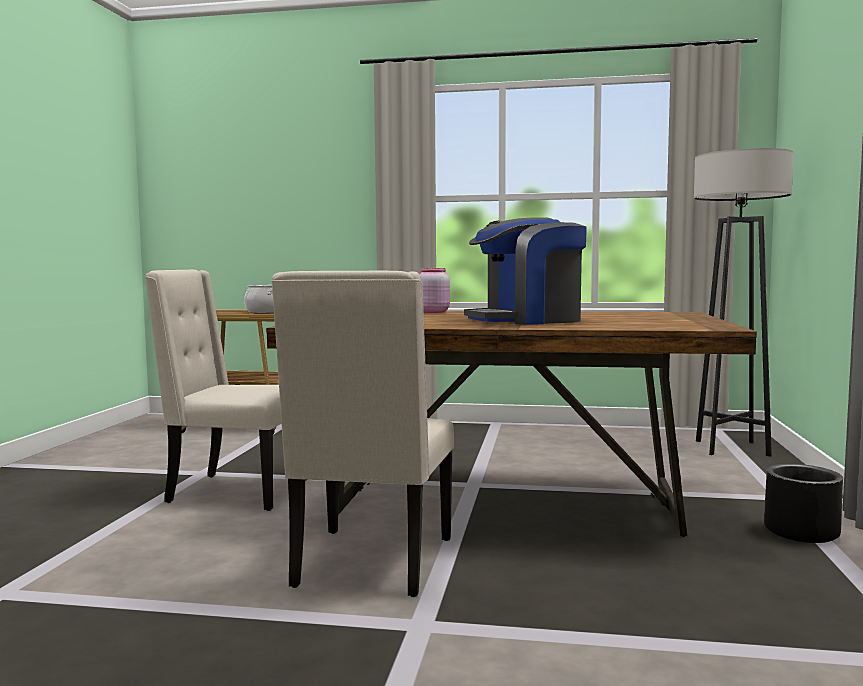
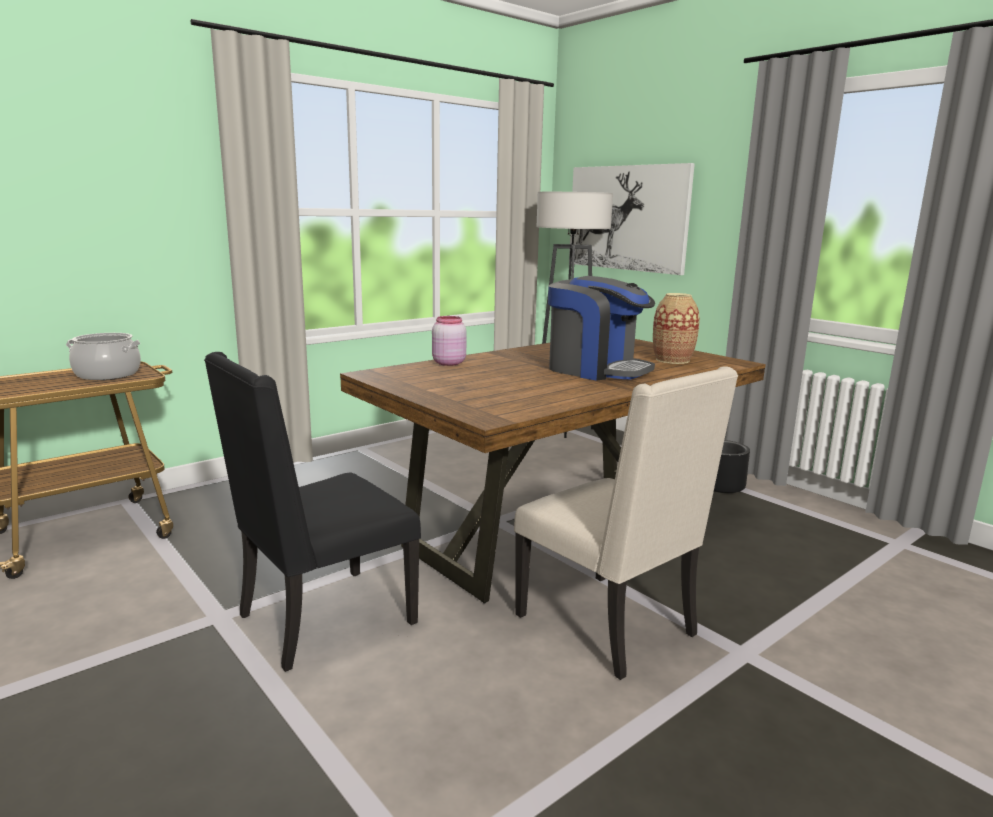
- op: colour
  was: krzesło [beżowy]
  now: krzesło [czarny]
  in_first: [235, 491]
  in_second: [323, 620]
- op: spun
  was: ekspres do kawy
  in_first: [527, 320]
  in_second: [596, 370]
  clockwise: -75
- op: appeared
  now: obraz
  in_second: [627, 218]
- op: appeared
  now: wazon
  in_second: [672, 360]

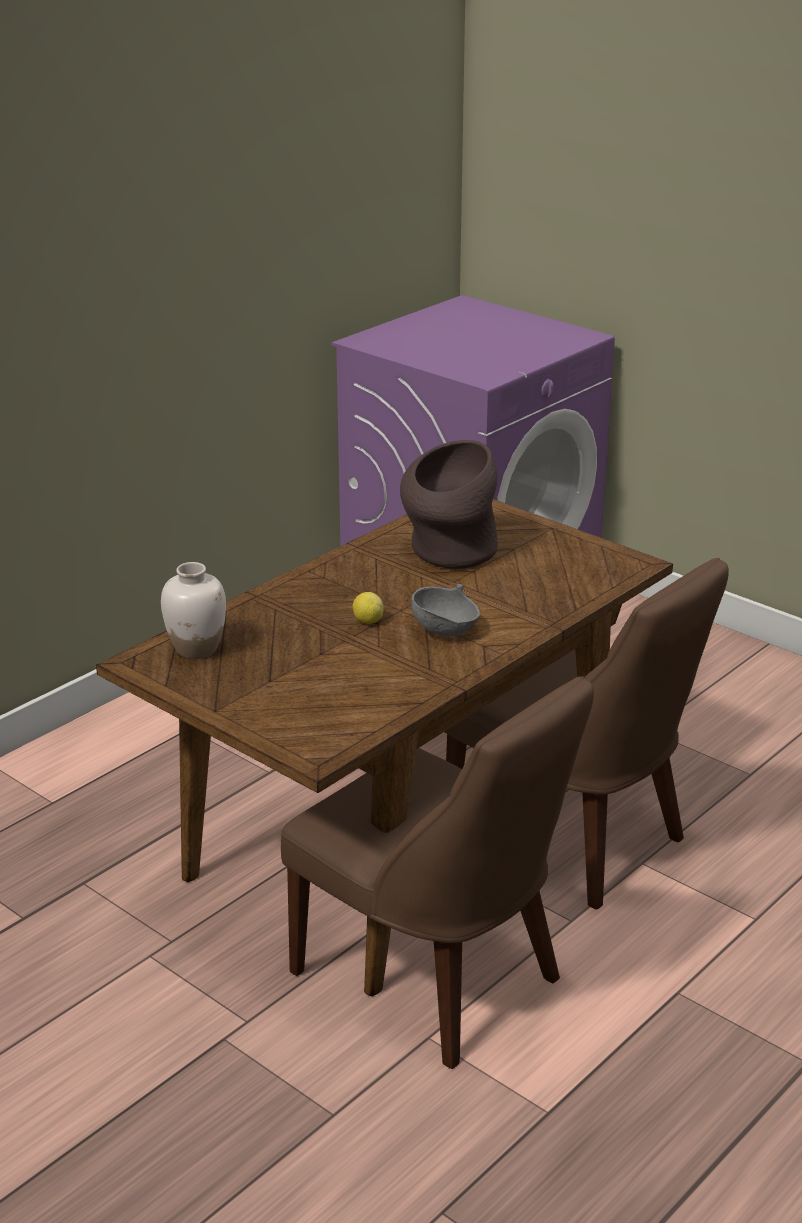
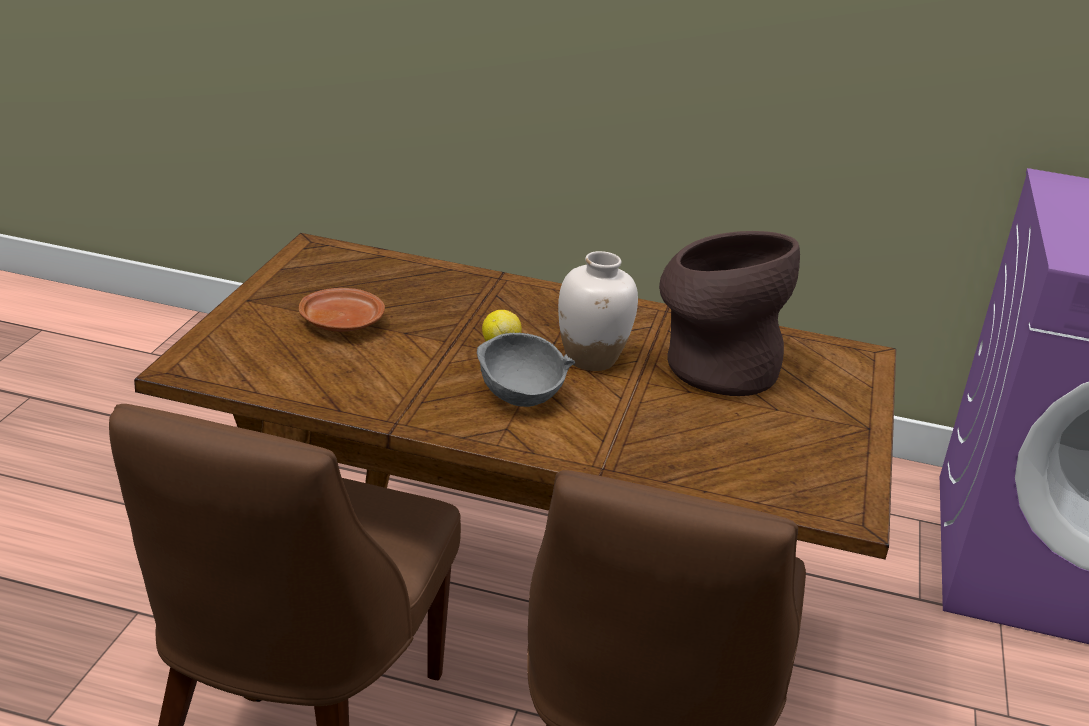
- op: relocated
  was: wazon [biały]
  in_first: [197, 649]
  in_second: [591, 359]
- op: appeared
  now: talerz [brązowy]
  in_second: [341, 323]

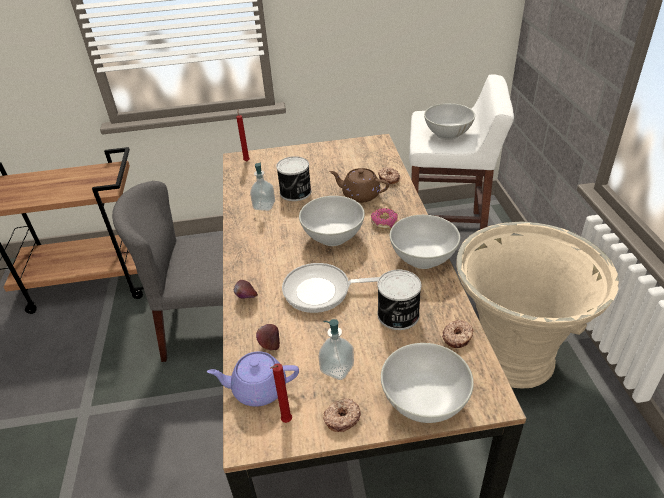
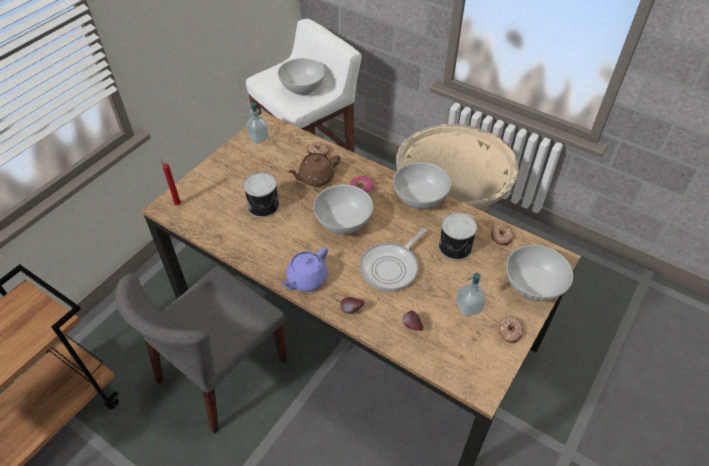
- op: relocated
  was: imbryk [fioletowy]
  in_first: [258, 389]
  in_second: [306, 279]
- op: relocated
  was: dozownik mydła
  in_first: [264, 206]
  in_second: [258, 137]
- op: missing
  was: świeca [czerwony]
  in_first: [285, 422]

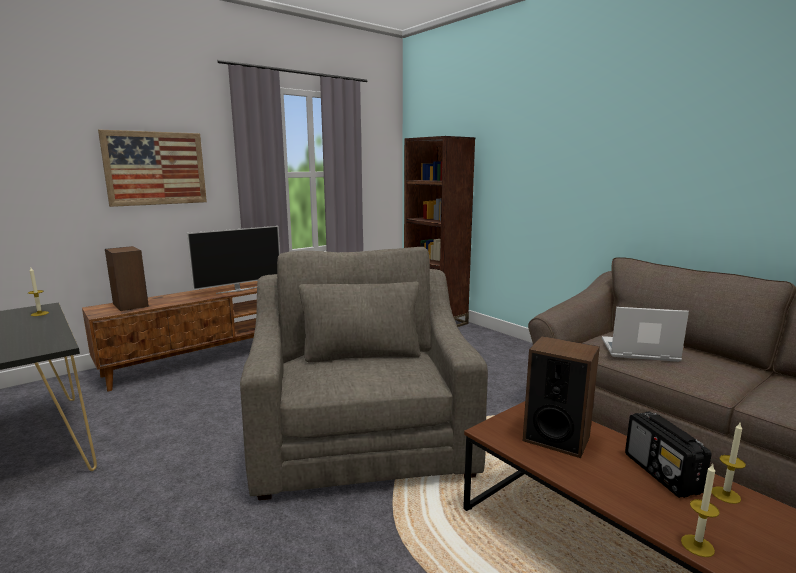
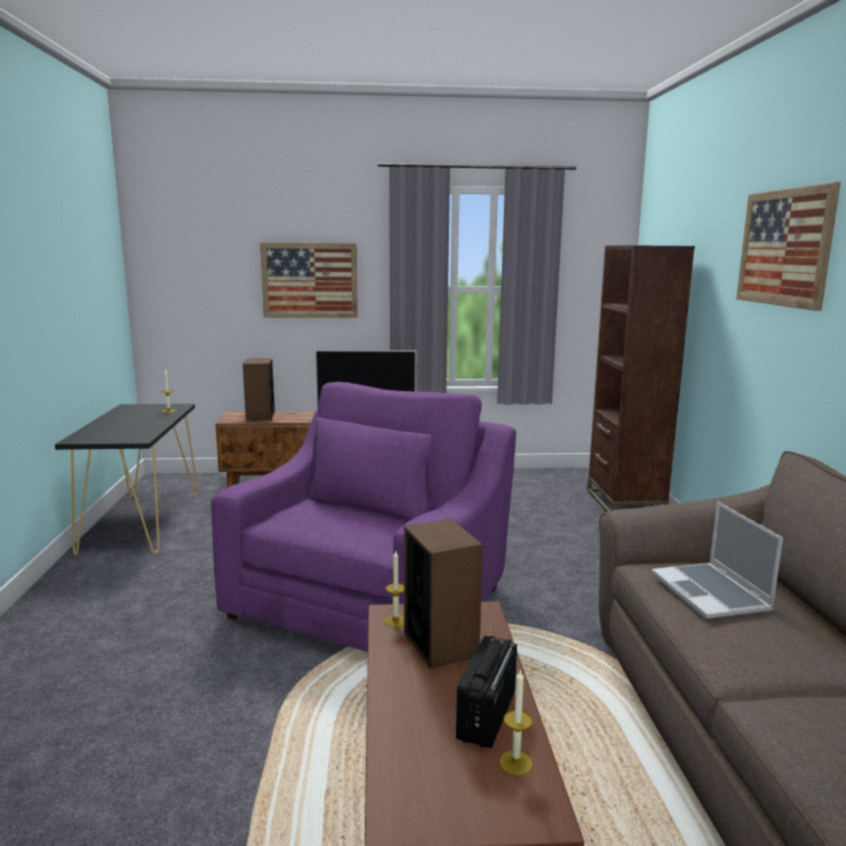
- op: colour
  was: fotel [szary]
  now: fotel [fioletowy]
  in_first: [362, 436]
  in_second: [371, 599]
- op: spun
  was: laptop
  in_first: [638, 351]
  in_second: [711, 593]
  clockwise: -150
- op: relocated
  was: świeca
  in_first: [697, 545]
  in_second: [395, 621]
- op: appeared
  now: obraz
  in_second: [784, 247]

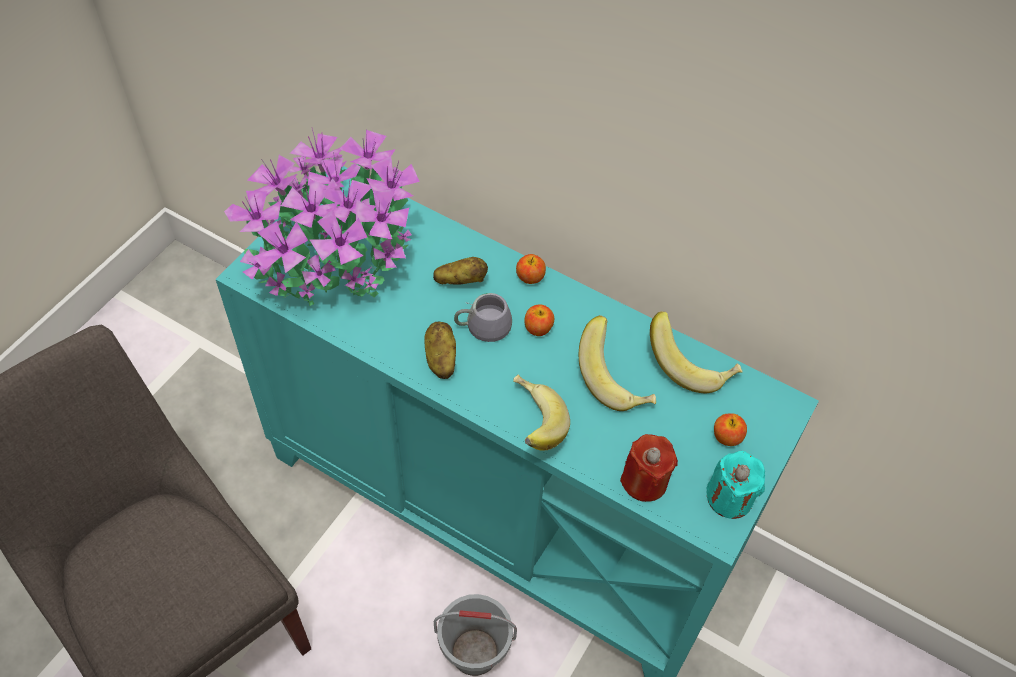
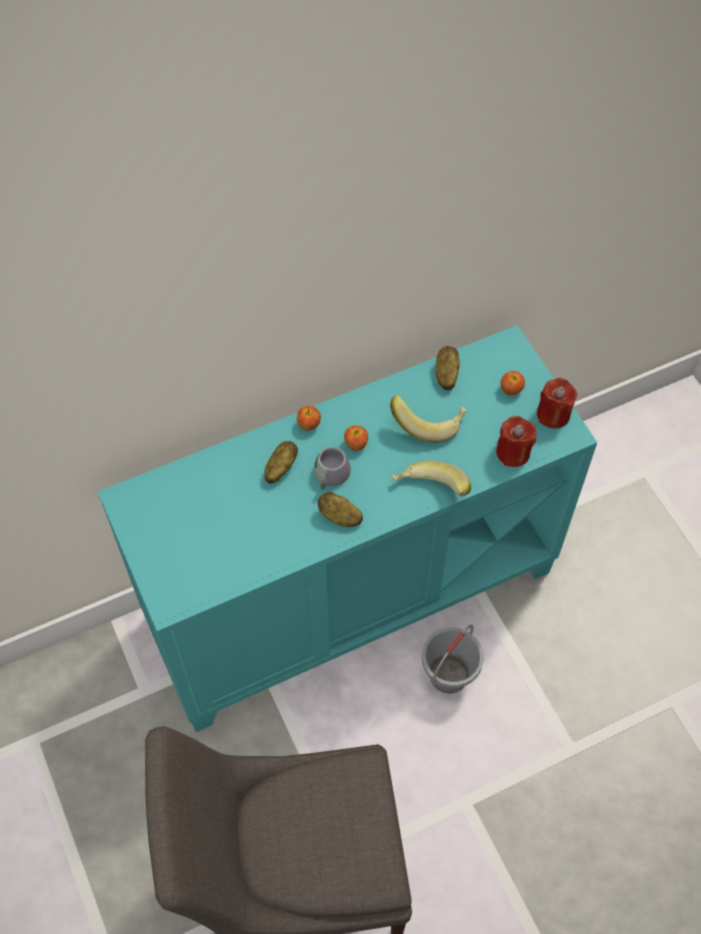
- op: missing
  was: roślina doniczkowa
  in_first: [335, 256]
- op: exchanged
  was: banan
  now: ziemniak
  in_first: [691, 365]
  in_second: [446, 374]
- op: colour
  was: świeca [turkusowy]
  now: świeca [czerwony]
  in_first: [729, 498]
  in_second: [553, 414]

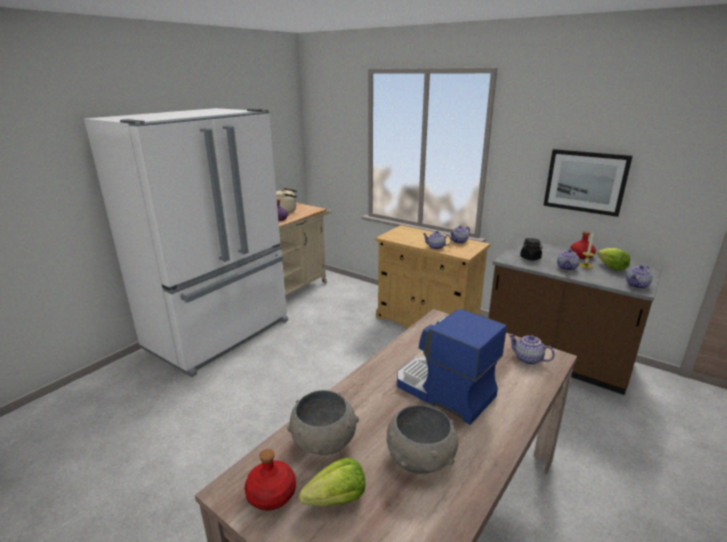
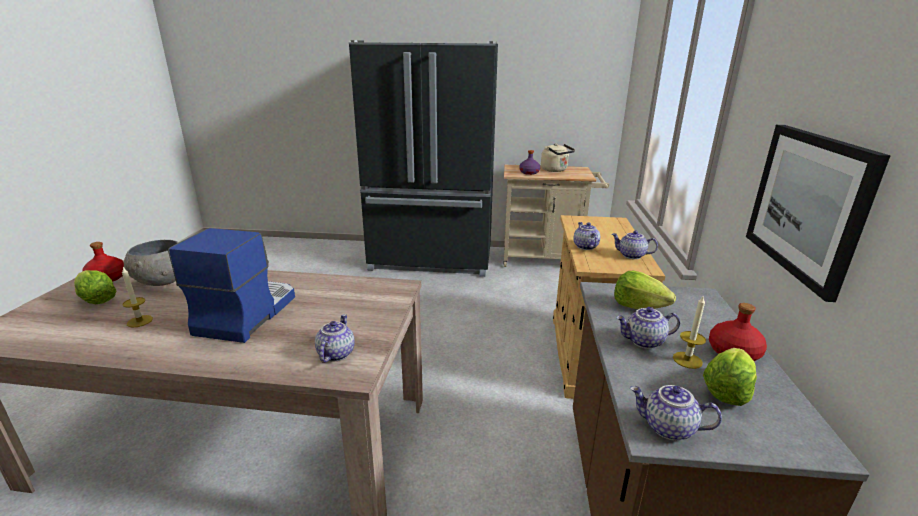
- op: colour
  was: lodówka [biały]
  now: lodówka [czarny]
  in_first: [221, 335]
  in_second: [432, 259]
- op: exchanged
  was: miska [szary]
  now: świeca
  in_first: [420, 459]
  in_second: [139, 321]
- op: exchanged
  was: słoik [czarny]
  now: sałata
  in_first: [530, 258]
  in_second: [638, 306]

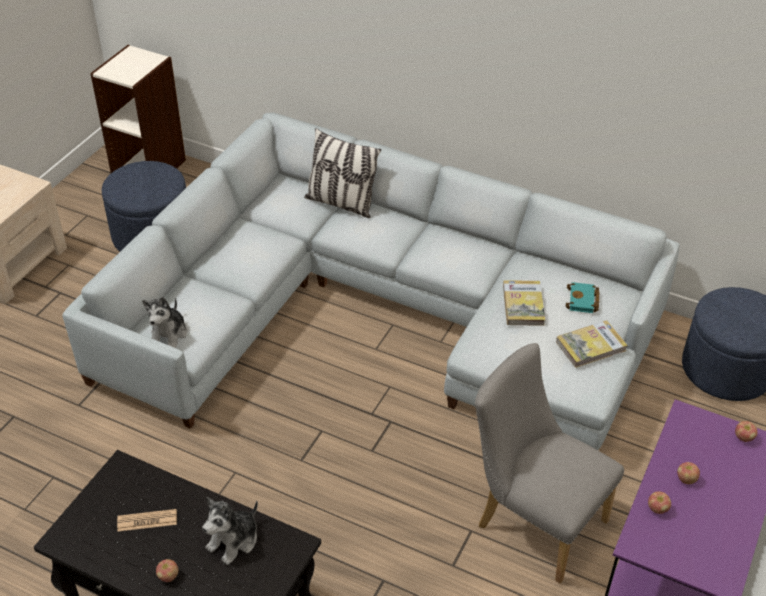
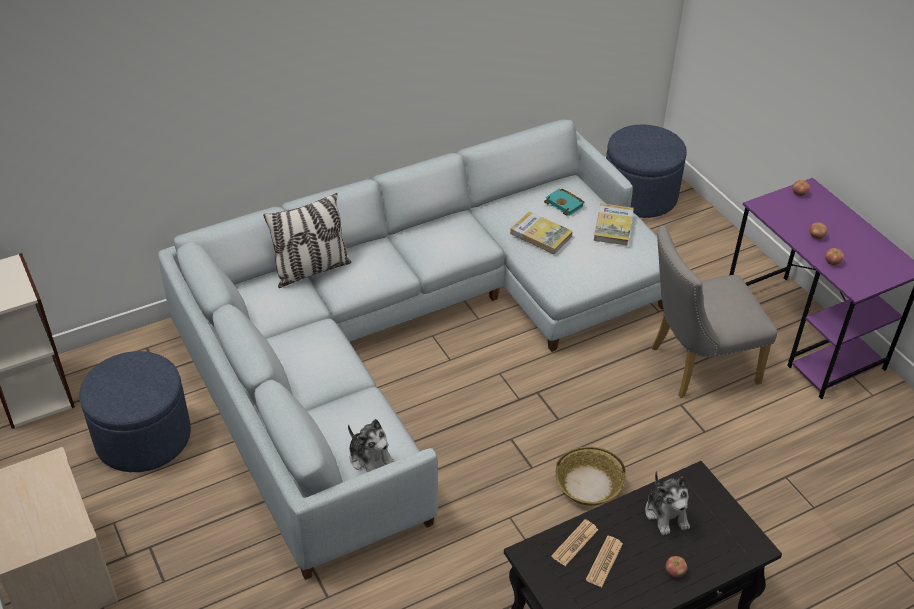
- op: appeared
  now: gazeta
  in_second: [575, 543]
- op: appeared
  now: koszyk
  in_second: [588, 484]

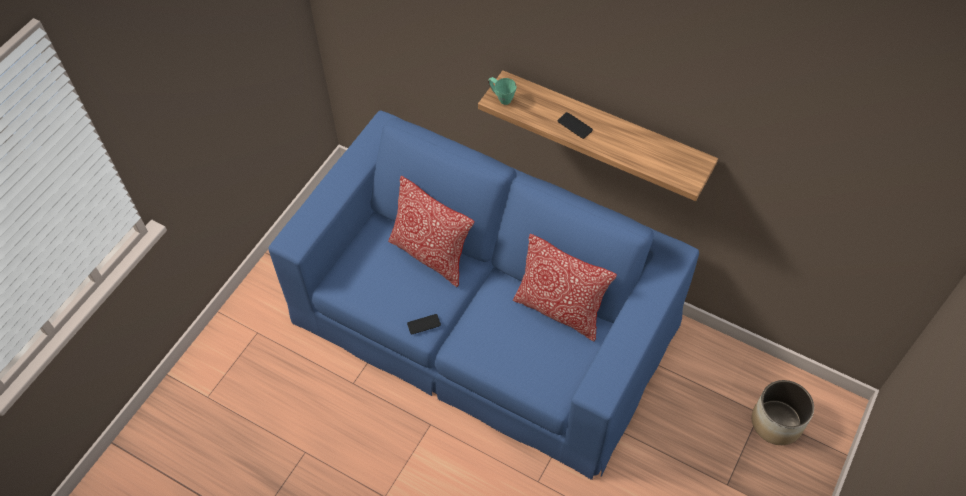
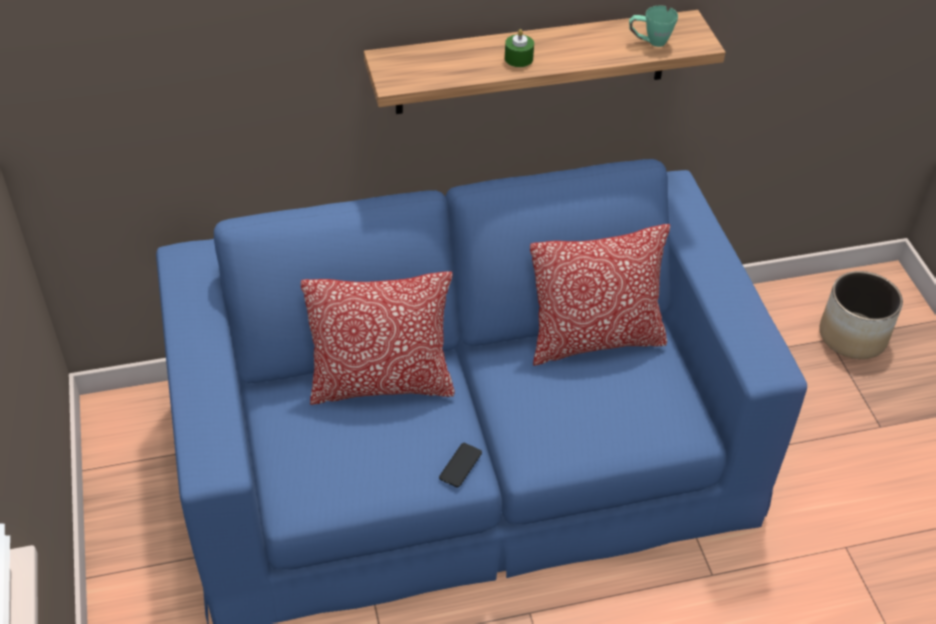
- op: relocated
  was: kubek [zielony]
  in_first: [501, 98]
  in_second: [649, 42]
- op: exchanged
  was: telefon
  now: świeca [zielony]
  in_first: [575, 126]
  in_second: [518, 58]

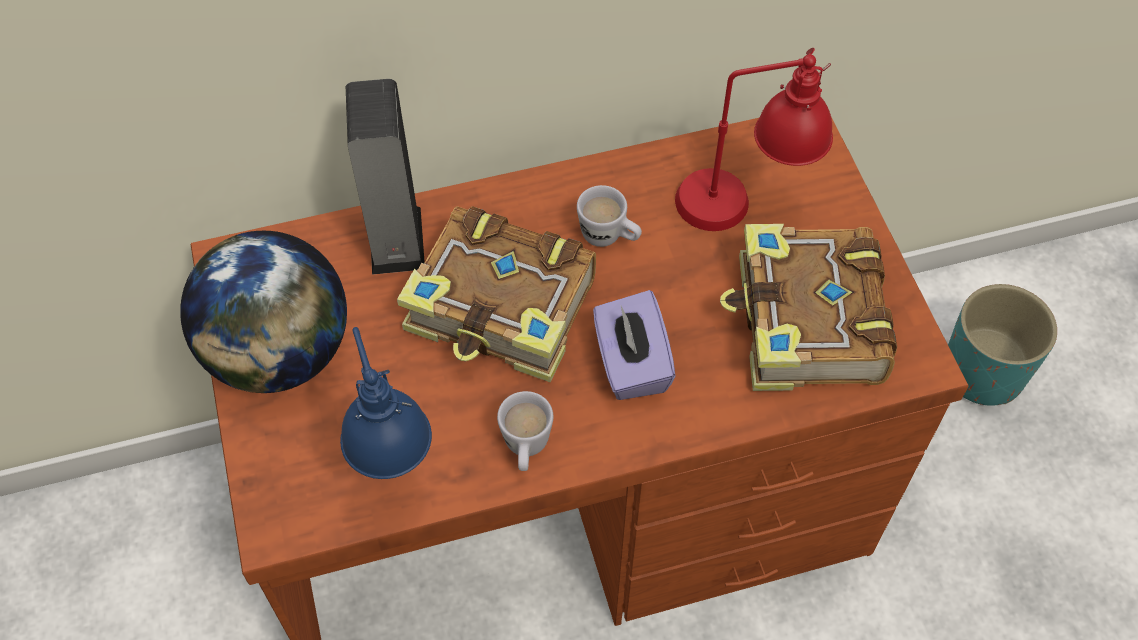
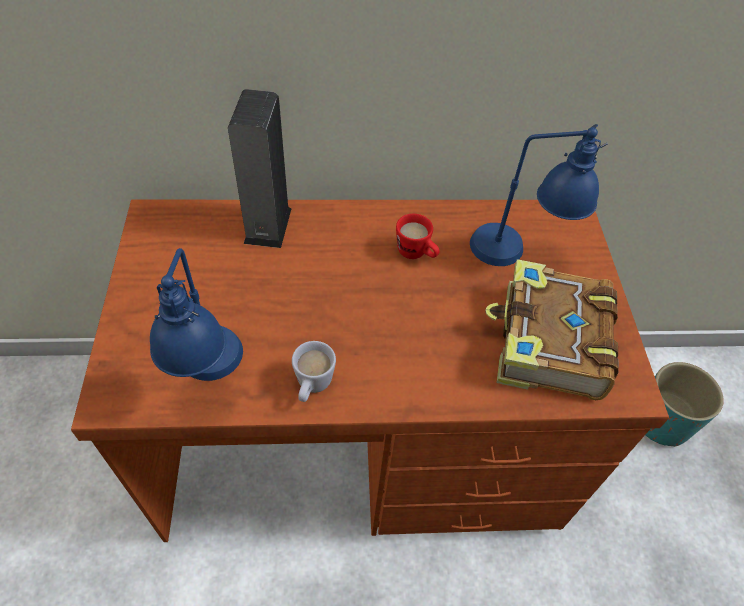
- op: missing
  was: globus
  in_first: [280, 354]
- op: missing
  was: książka
  in_first: [503, 310]
- op: colour
  was: kubek [biały]
  now: kubek [czerwony]
  in_first: [609, 237]
  in_second: [416, 254]
- op: missing
  was: pudełko chusteczek [fioletowy]
  in_first: [631, 364]
- op: colour
  was: lampa stołowa [czerwony]
  now: lampa stołowa [niebieski]
  in_first: [744, 205]
  in_second: [519, 253]

